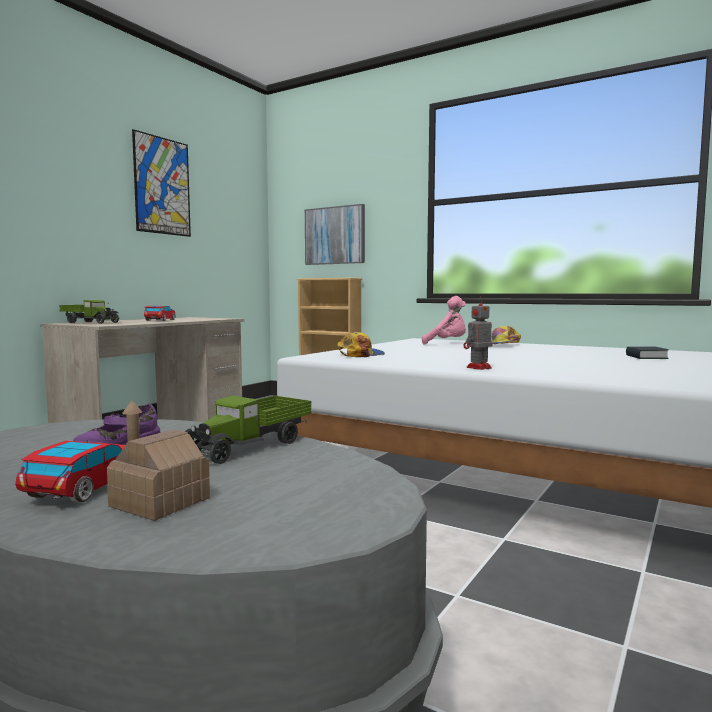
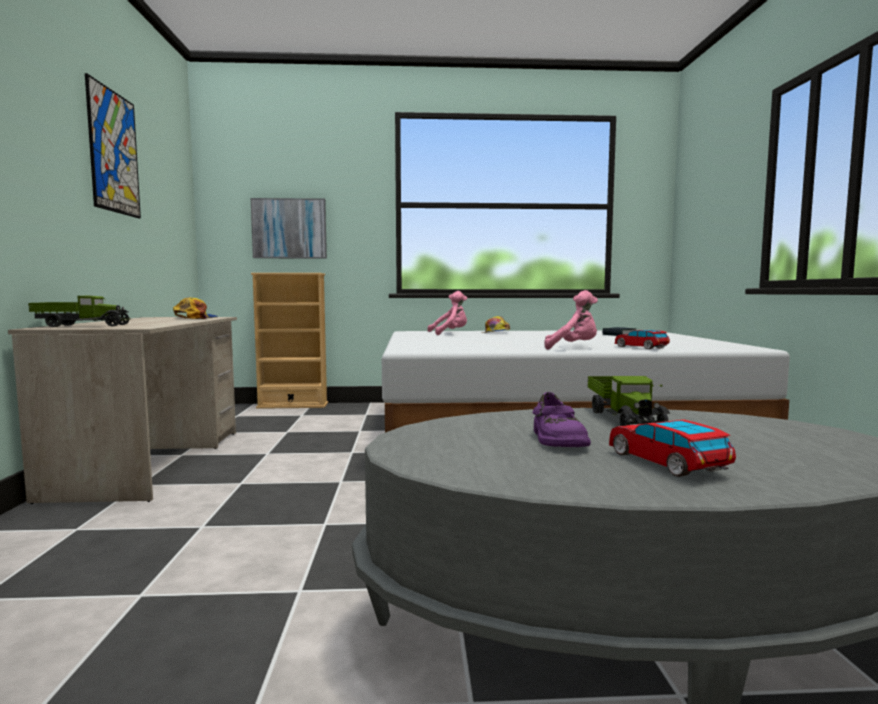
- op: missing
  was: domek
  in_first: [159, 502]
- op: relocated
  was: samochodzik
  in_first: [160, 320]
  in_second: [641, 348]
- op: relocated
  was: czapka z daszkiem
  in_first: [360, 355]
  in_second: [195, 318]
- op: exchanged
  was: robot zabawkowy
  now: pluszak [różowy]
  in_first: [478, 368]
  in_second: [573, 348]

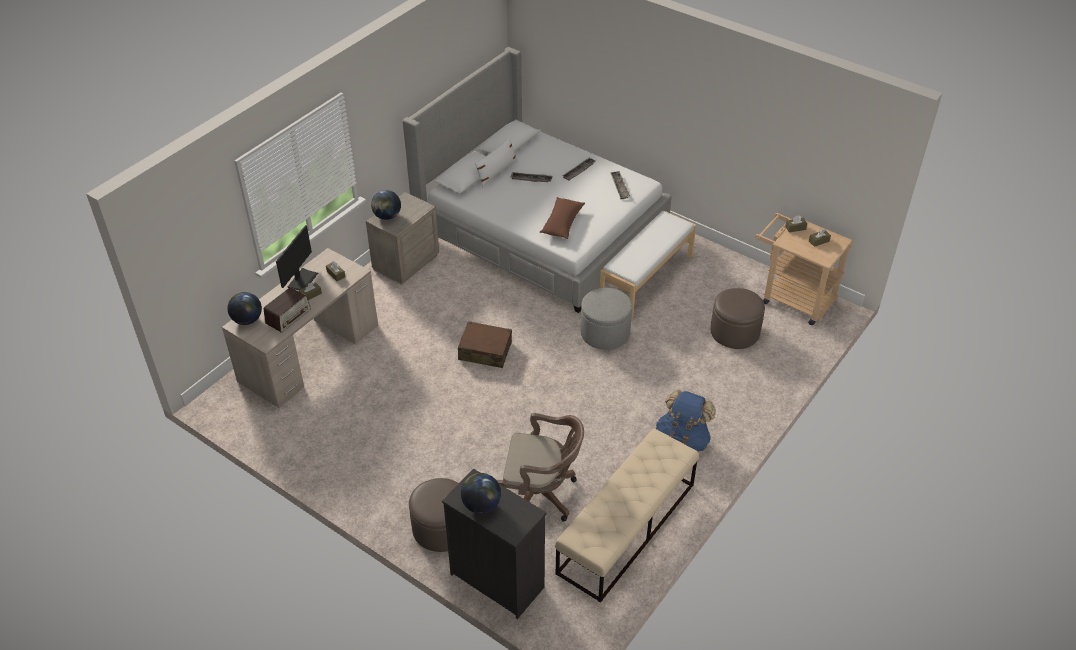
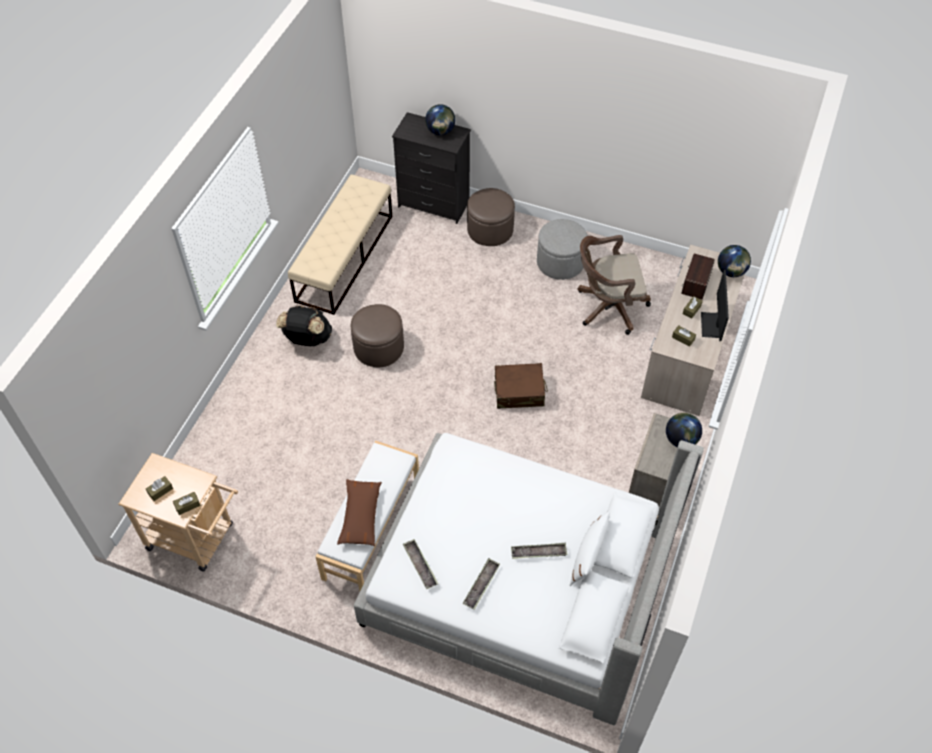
- op: relocated
  was: krzesło biurowe [brązowy]
  in_first: [540, 495]
  in_second: [607, 307]
- op: relocated
  was: poduszka [brązowy]
  in_first: [562, 223]
  in_second: [361, 516]
- op: relocated
  was: pufa [szary]
  in_first: [605, 333]
  in_second: [560, 262]
- op: colour
  was: plecak [niebieski]
  now: plecak [czarny]
  in_first: [682, 441]
  in_second: [307, 339]
- op: relocated
  was: pufa [brązowy]
  in_first: [735, 332]
  in_second: [378, 347]

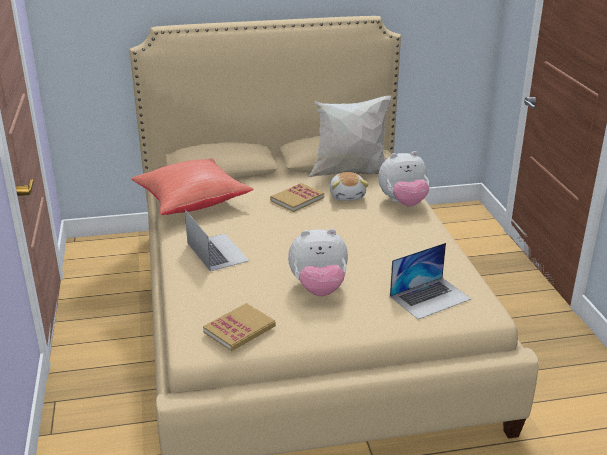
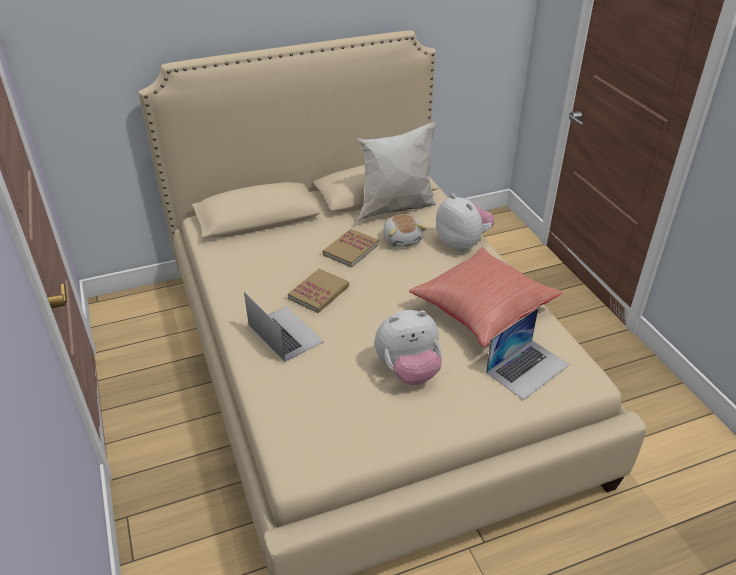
- op: relocated
  was: poduszka [czerwony]
  in_first: [191, 202]
  in_second: [481, 310]
- op: relocated
  was: książka
  in_first: [239, 329]
  in_second: [319, 292]
- op: spun
  was: pluszak
  in_first: [403, 203]
  in_second: [462, 243]
  clockwise: -105

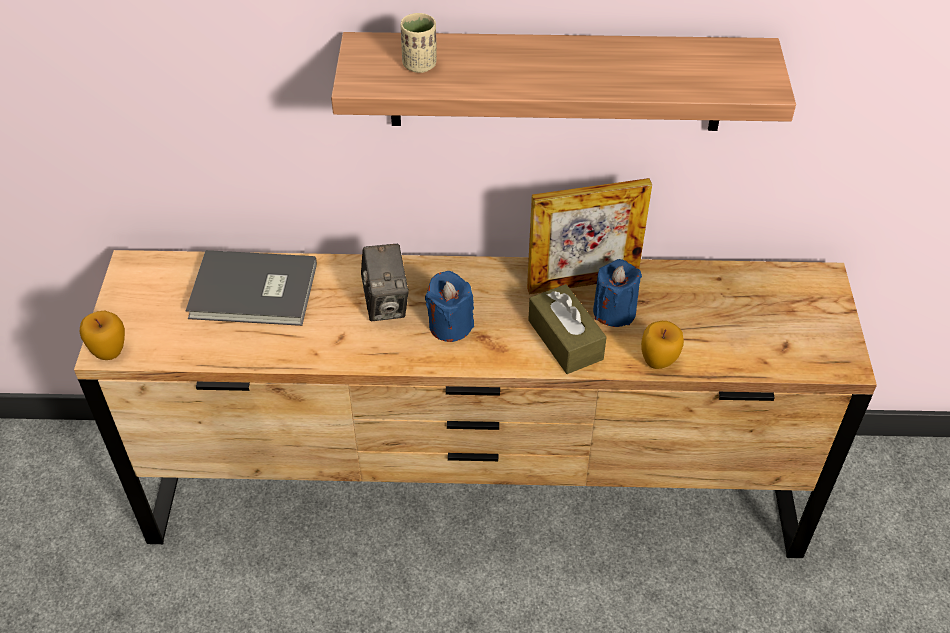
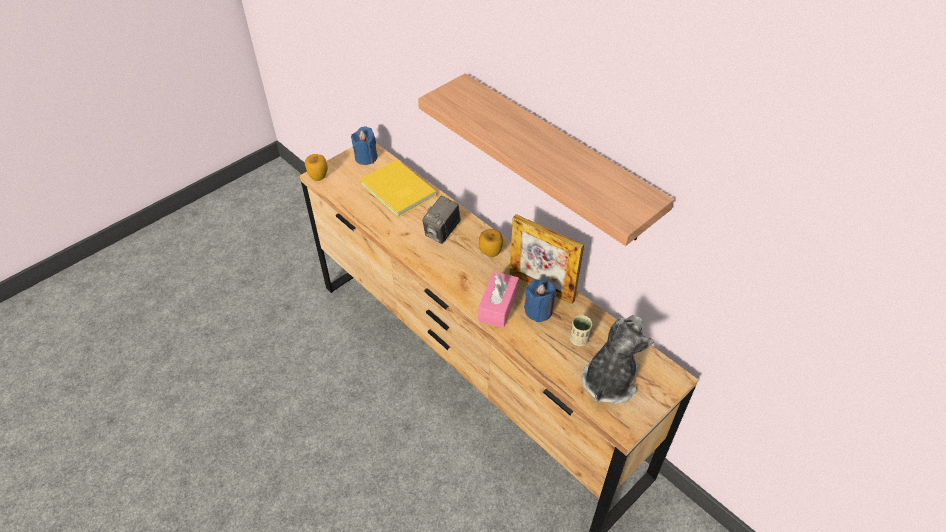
- op: colour
  was: książka [szary]
  now: książka [żółty]
  in_first: [255, 293]
  in_second: [397, 191]
- op: relocated
  was: filiżanka [beżowy]
  in_first: [419, 65]
  in_second: [579, 339]
- op: relocated
  was: świeca [niebieski]
  in_first: [450, 325]
  in_second: [366, 157]
- op: colour
  was: pudełko chusteczek [brązowy]
  now: pudełko chusteczek [różowy]
  in_first: [565, 340]
  in_second: [498, 306]
- op: relocated
  was: jabłko
  in_first: [658, 362]
  in_second: [490, 253]
- op: appeared
  now: pluszak
  in_second: [609, 380]

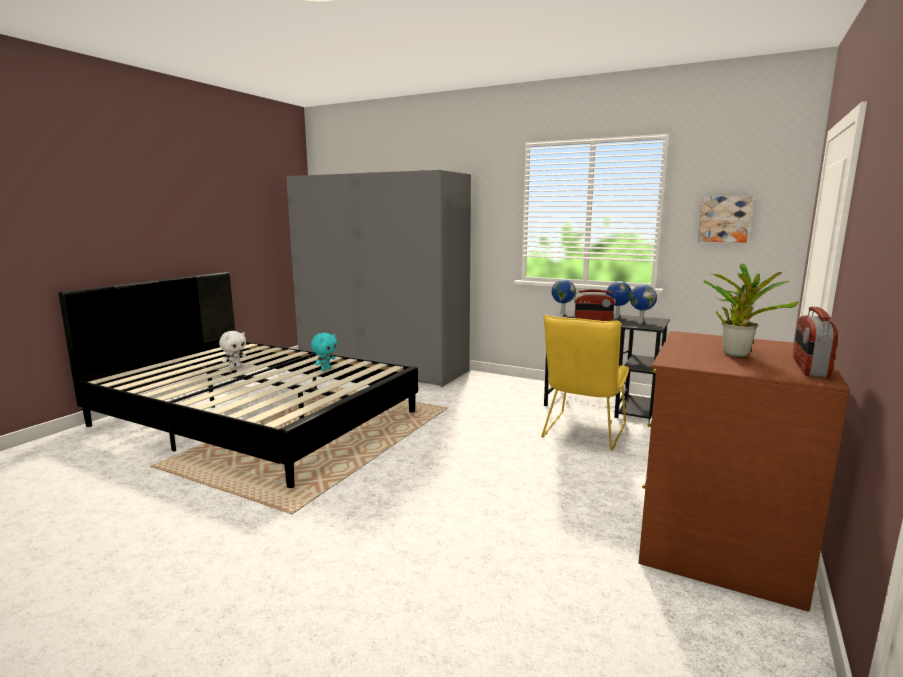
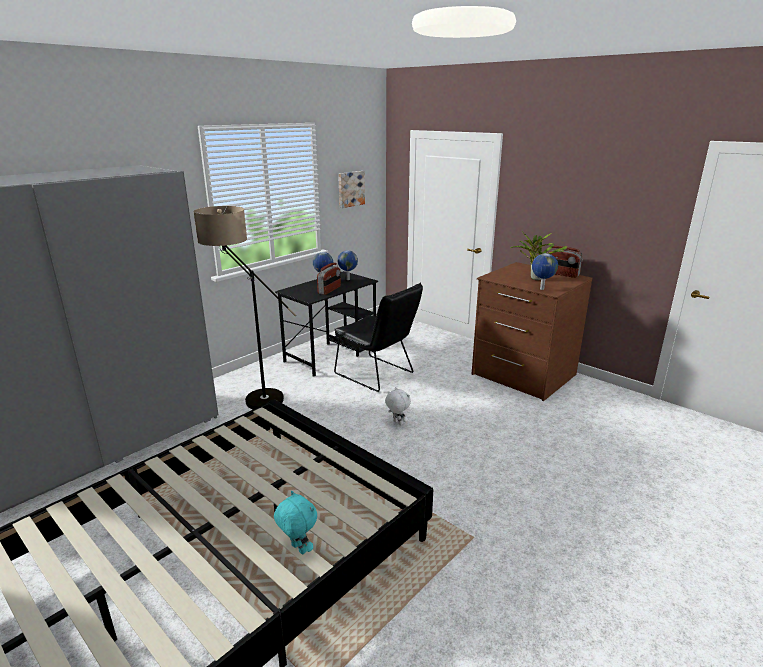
- op: relocated
  was: pluszak [biały]
  in_first: [235, 366]
  in_second: [397, 423]
- op: relocated
  was: pluszak [turkusowy]
  in_first: [325, 369]
  in_second: [297, 549]
- op: colour
  was: krzesło [żółty]
  now: krzesło [czarny]
  in_first: [582, 433]
  in_second: [378, 375]
- op: relocated
  was: globus
  in_first: [562, 314]
  in_second: [541, 289]
- op: appeared
  now: lampa stojąca
  in_second: [252, 397]

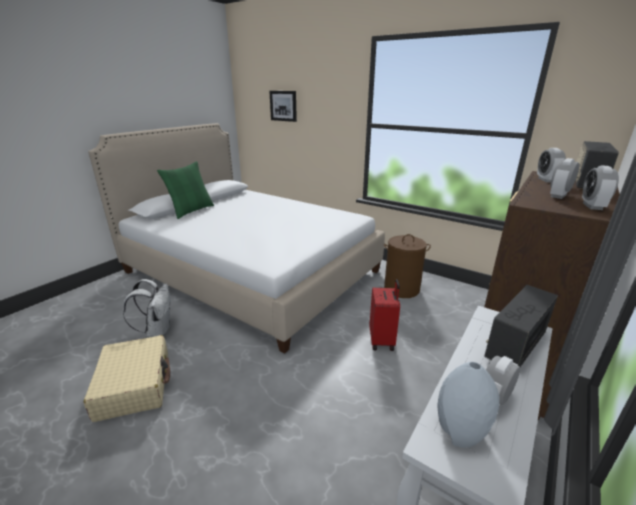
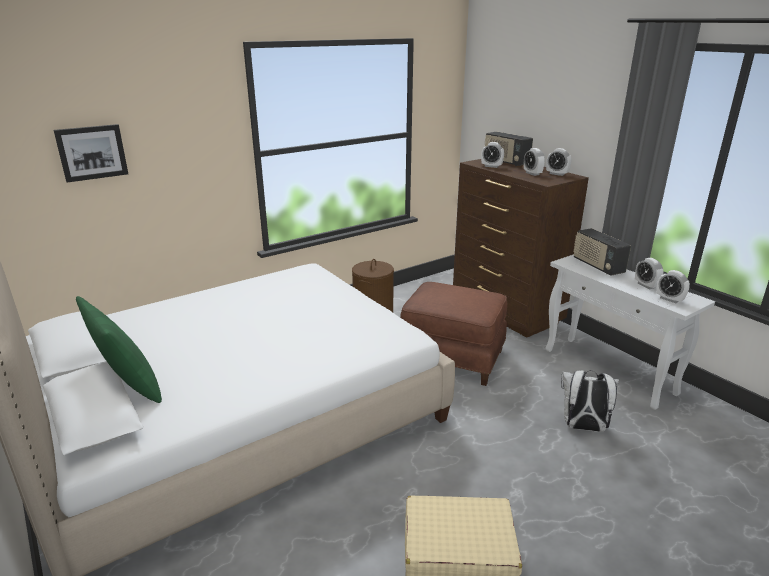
- op: relocated
  was: plecak [biały]
  in_first: [157, 330]
  in_second: [583, 427]
- op: exchanged
  was: walizka [czerwony]
  now: pufa [brązowy]
  in_first: [382, 340]
  in_second: [452, 357]
- op: exchanged
  was: wazon [szary]
  now: budzik
  in_first: [459, 431]
  in_second: [669, 299]

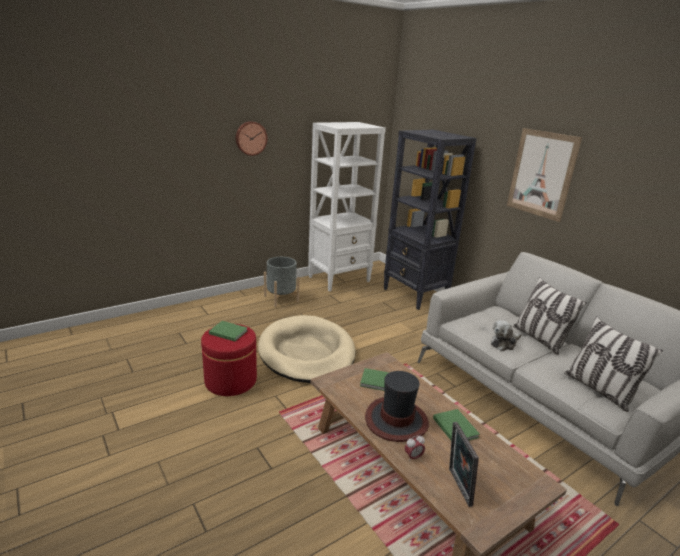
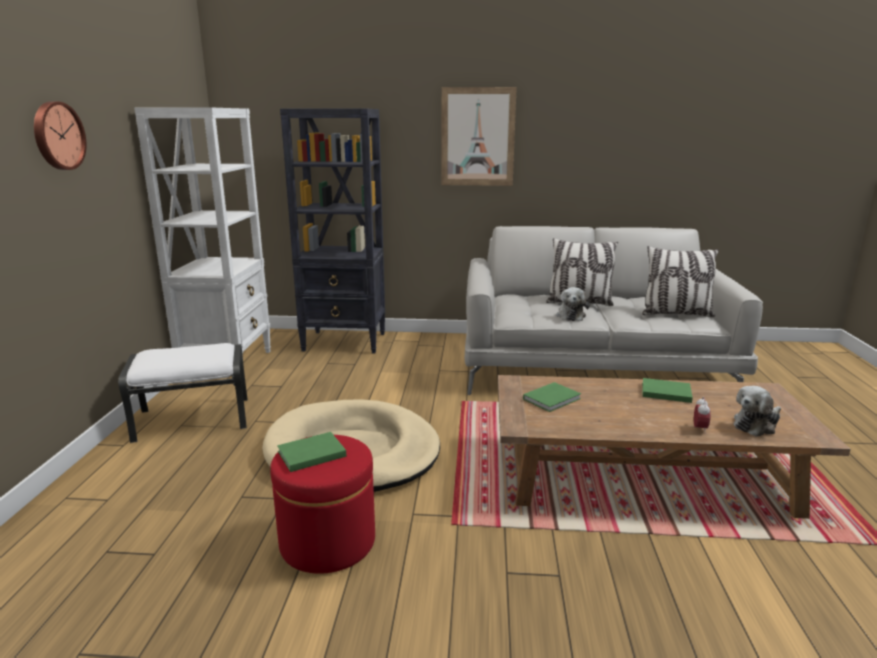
- op: exchanged
  was: donica [szary]
  now: pufa [biały]
  in_first: [281, 298]
  in_second: [191, 420]
- op: missing
  was: kapelusz
  in_first: [396, 420]
- op: exchanged
  was: ramka na zdjęcie
  now: pluszak
  in_first: [457, 487]
  in_second: [756, 425]

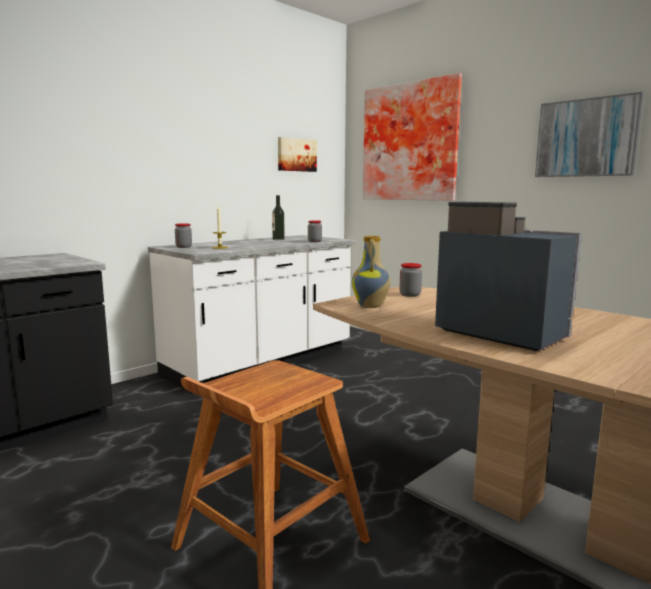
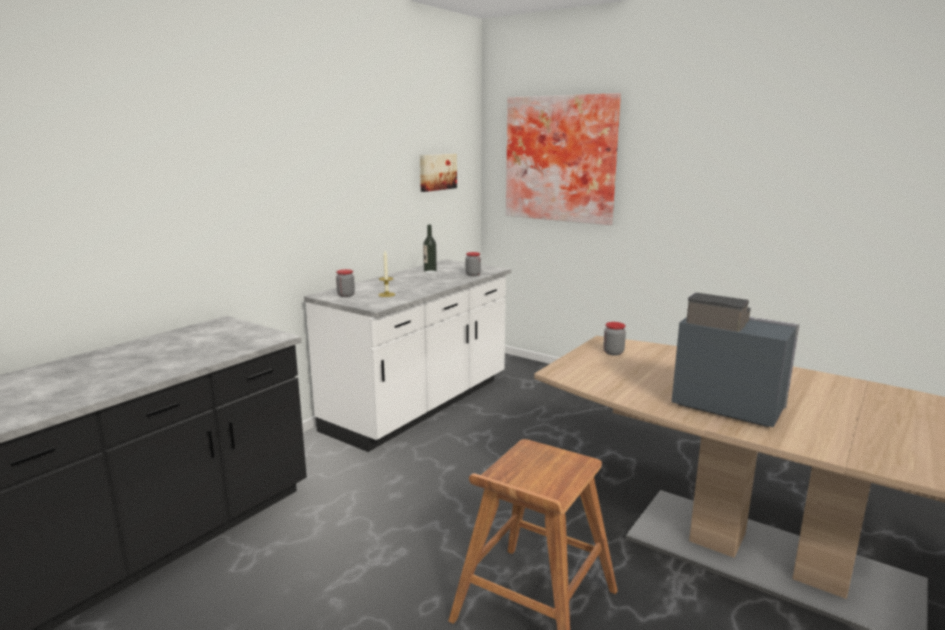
- op: missing
  was: wazon
  in_first: [371, 306]
- op: missing
  was: obraz
  in_first: [586, 138]

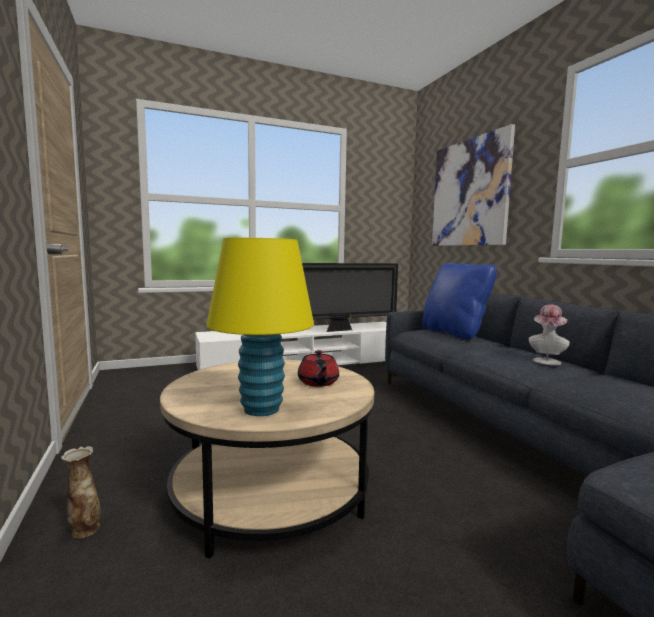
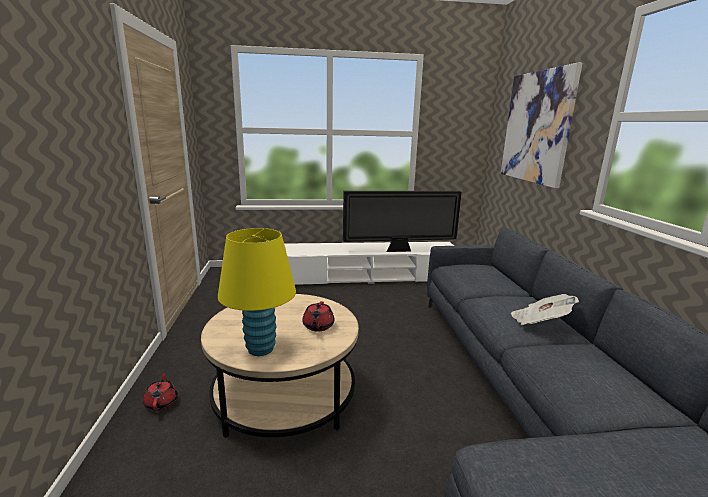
- op: exchanged
  was: wazon
  now: imbryk [czerwony]
  in_first: [84, 530]
  in_second: [162, 402]
- op: missing
  was: poduszka [niebieski]
  in_first: [454, 333]
- op: exchanged
  was: kapelusz
  now: gazeta
  in_first: [546, 360]
  in_second: [539, 322]

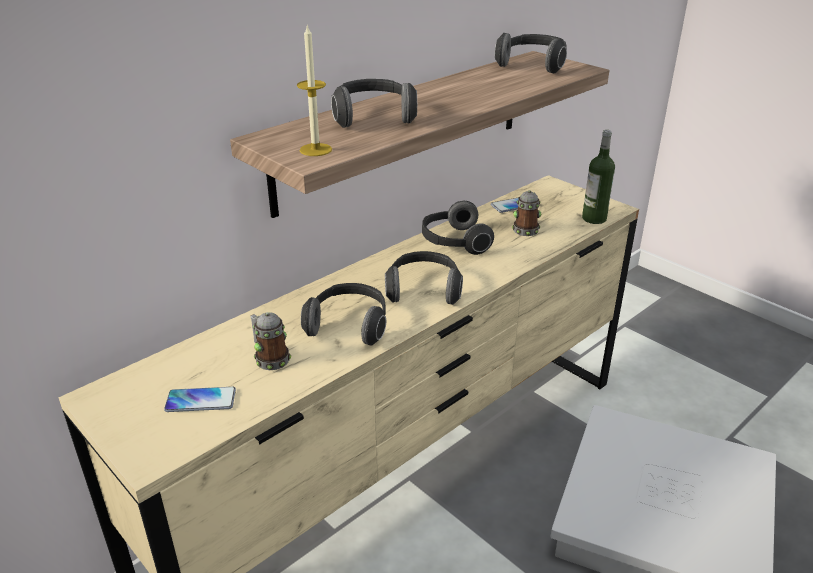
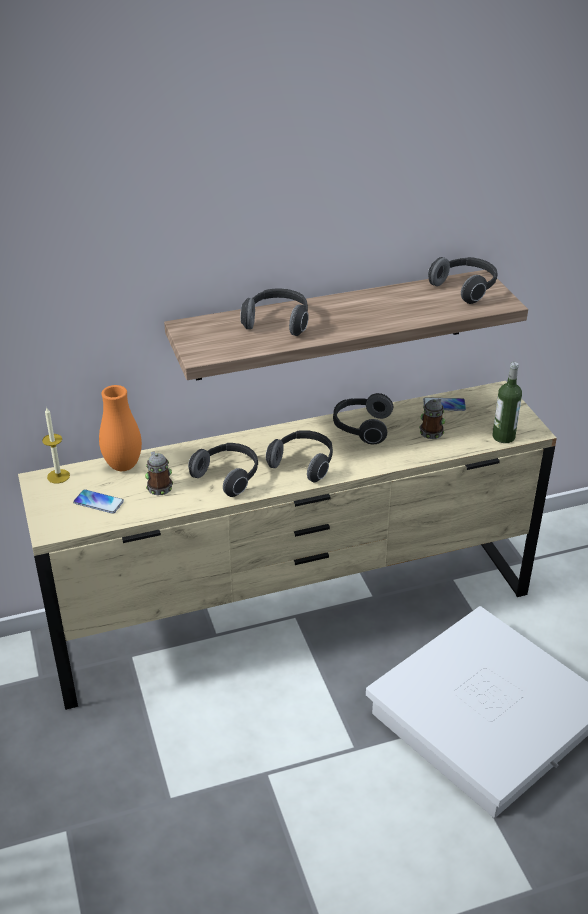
- op: relocated
  was: świeca
  in_first: [315, 150]
  in_second: [58, 476]
- op: appeared
  now: wazon [pomarańczowy]
  in_second: [123, 466]

